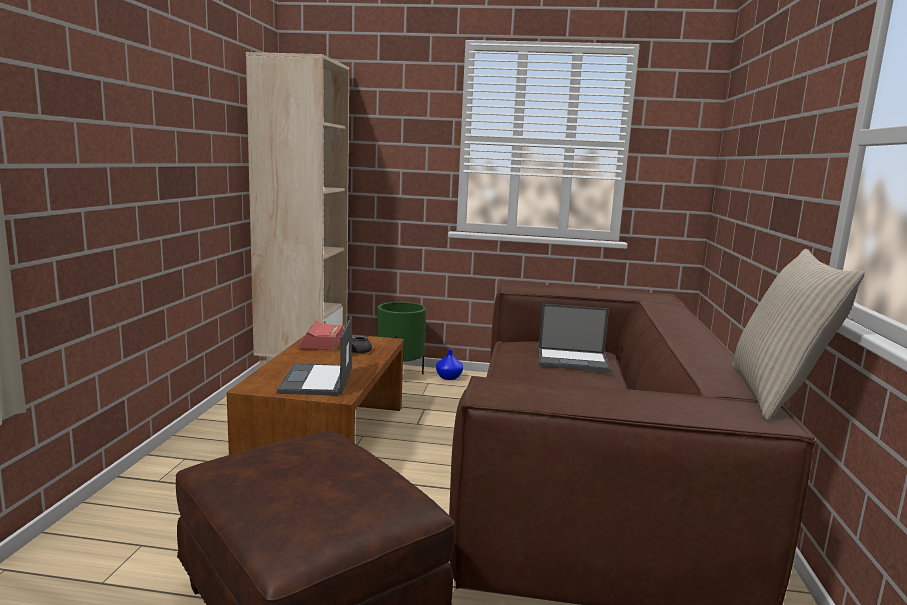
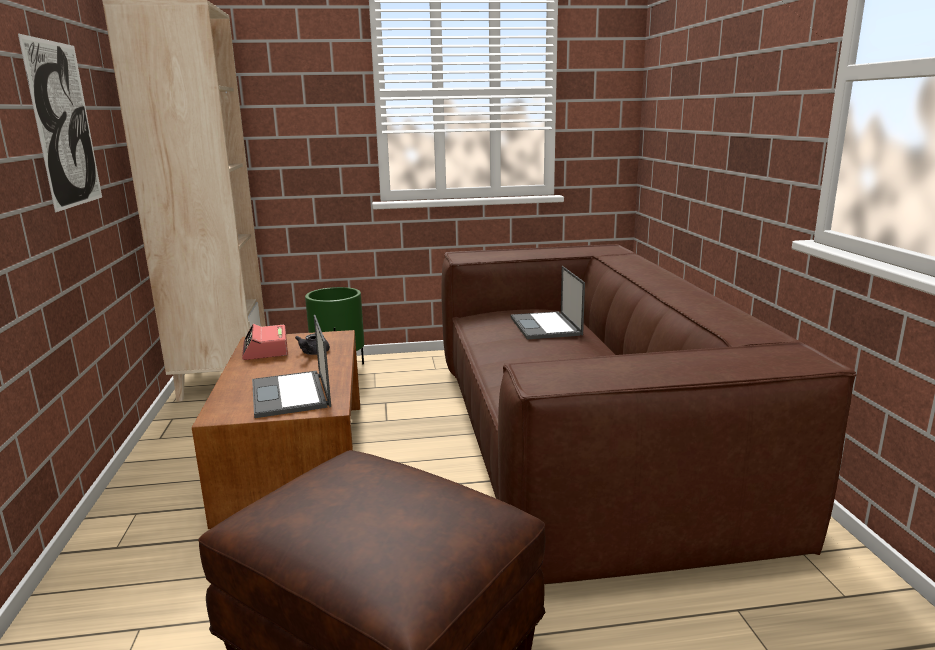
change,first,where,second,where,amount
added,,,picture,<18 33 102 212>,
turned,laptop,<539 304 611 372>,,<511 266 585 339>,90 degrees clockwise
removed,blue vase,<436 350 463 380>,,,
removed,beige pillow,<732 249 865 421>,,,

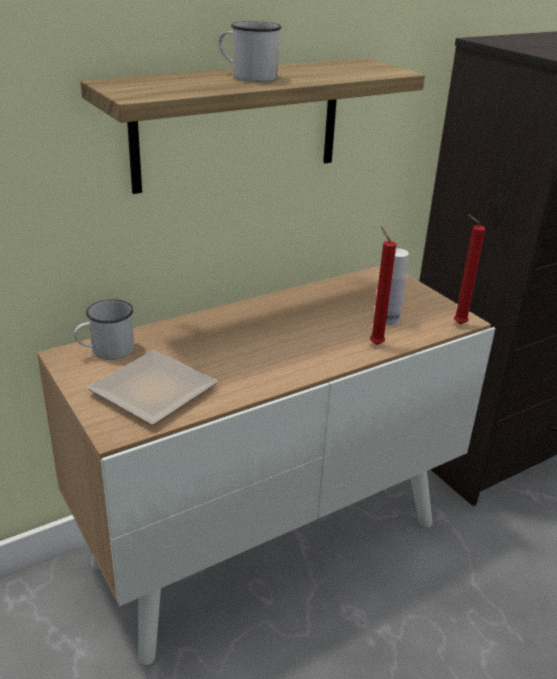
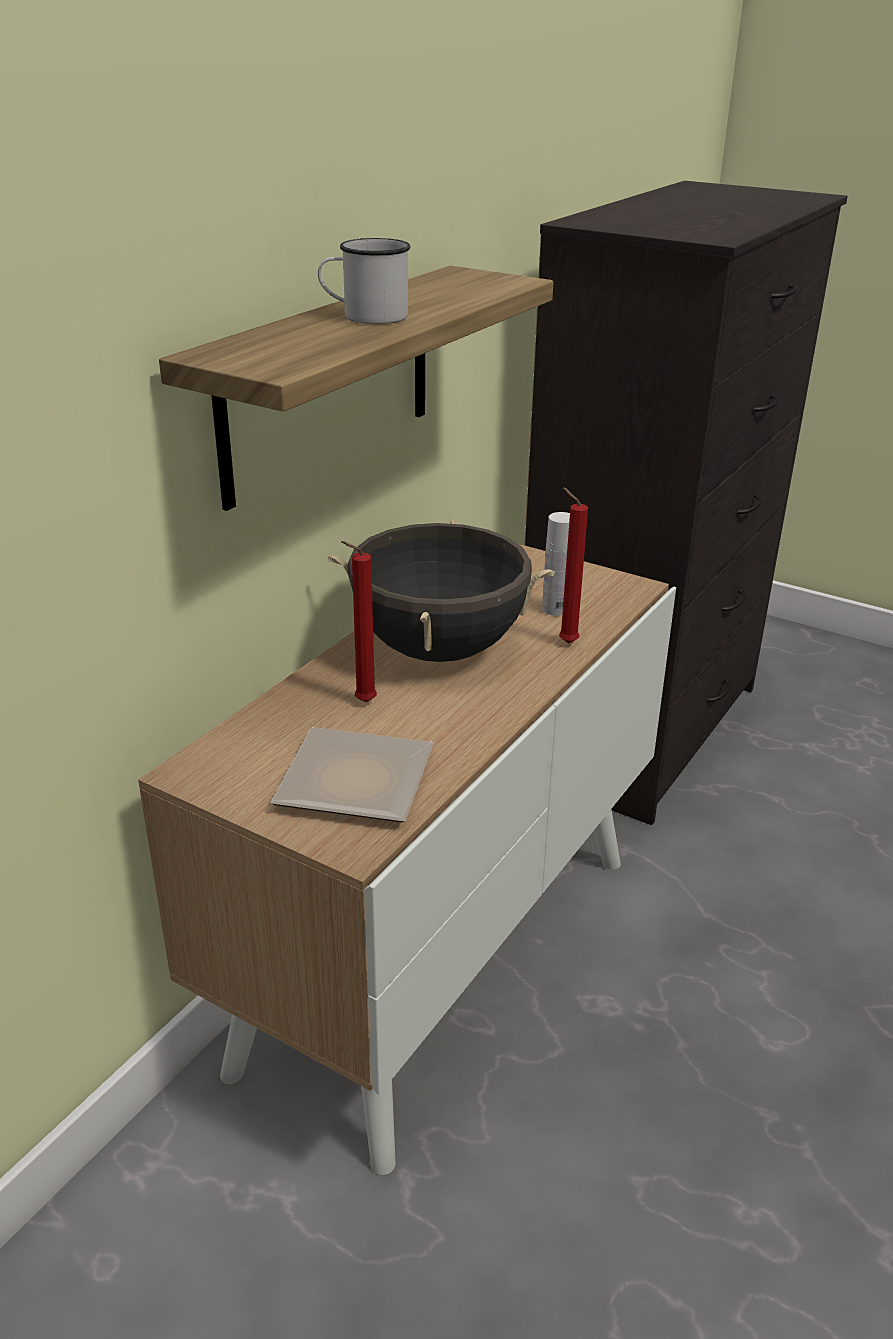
change,first,where,second,where,amount
added,,,black cooking pot,<327 518 555 662>,
moved,red candle,<454 214 485 324>,,<341 541 377 702>,
removed,white mug,<74 299 134 360>,,,

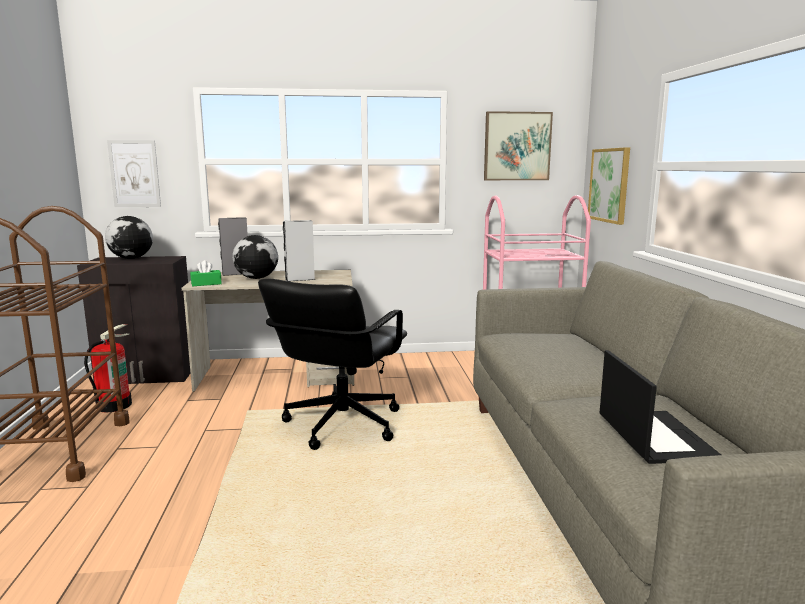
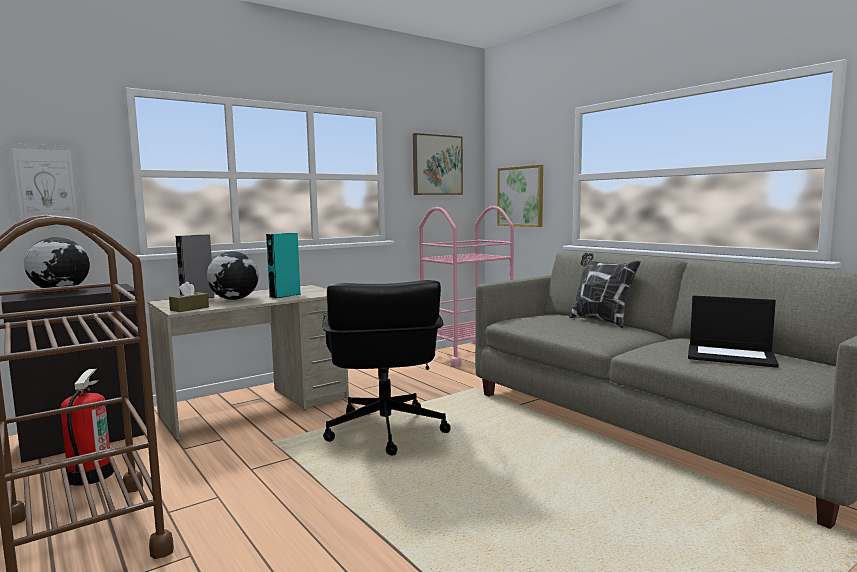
change,first,where,second,where,amount
recoloured,green tissue box,<190 260 222 286>,brown tissue box,<169 281 209 312>,
recoloured,grey speaker,<283 220 315 281>,turquoise speaker,<266 233 301 298>,
added,,,pillow,<569 253 641 328>,
turned,laptop,<600 350 721 464>,,<688 295 779 368>,150 degrees clockwise

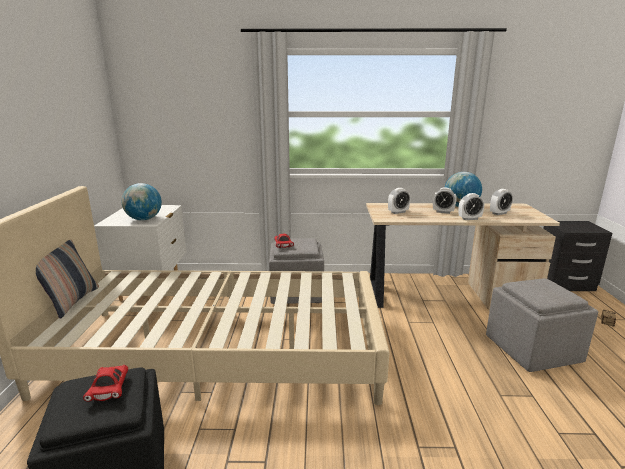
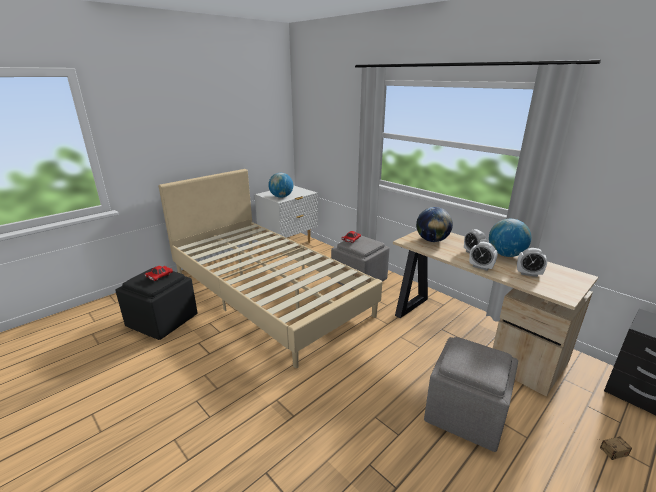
change,first,where,second,where,amount
replaced,alarm clock,<388 188 411 214>,globe,<416 207 453 242>,
removed,pillow,<36 240 99 319>,,,

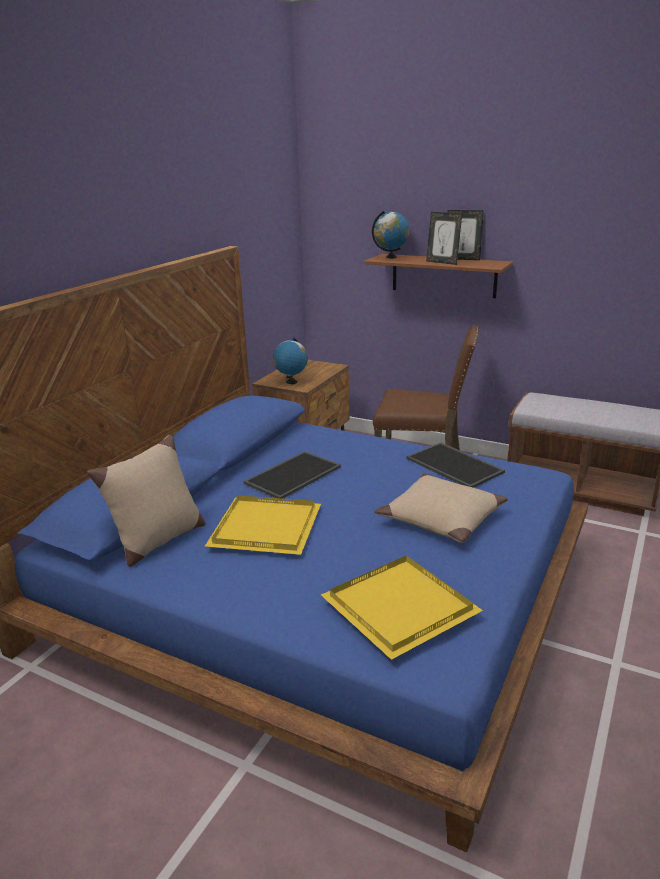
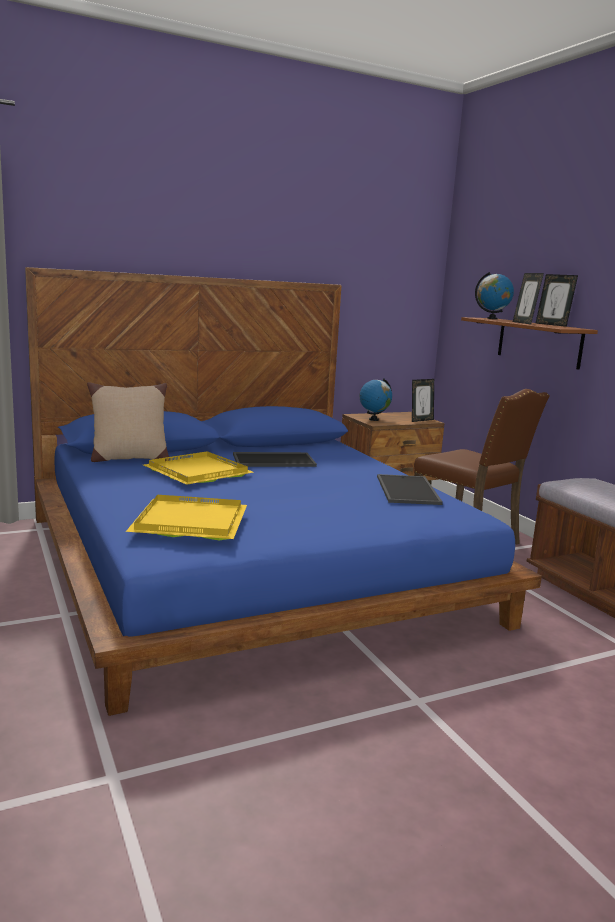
change,first,where,second,where,amount
added,,,picture frame,<412 379 434 422>,
removed,beige pillow,<375 473 508 543>,,,

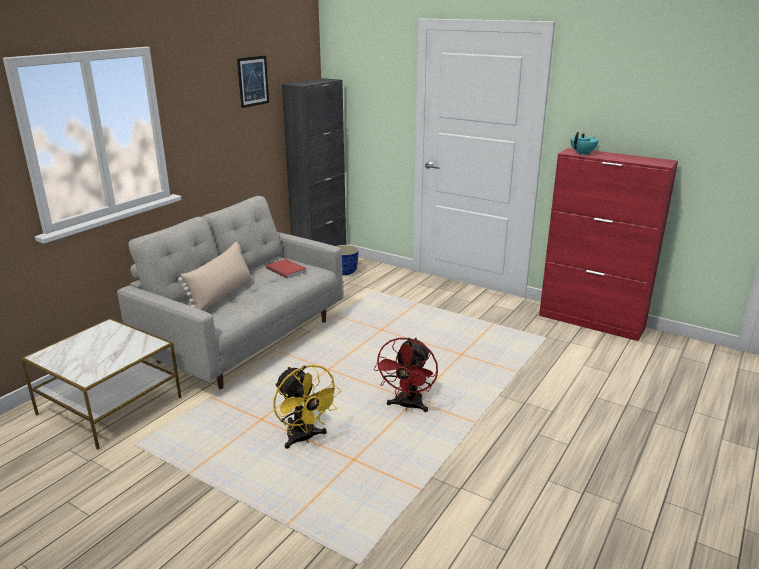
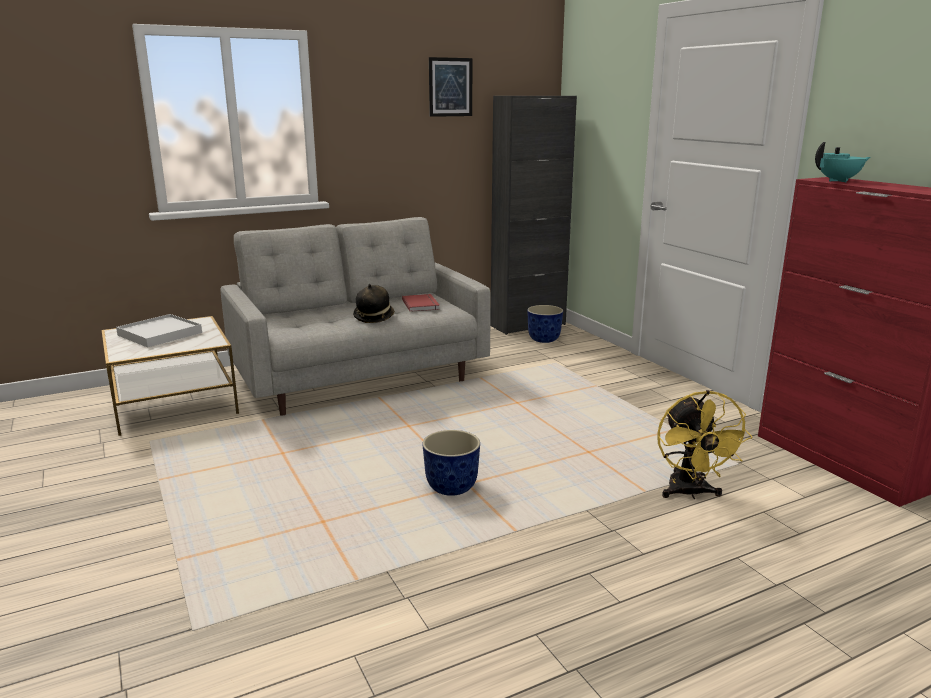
change,first,where,second,where,amount
added,,,white tray,<116 314 202 347>,
added,,,hat,<353 284 395 323>,
replaced,red fan,<374 338 438 412>,planter,<422 430 480 496>,
moved,yellow fan,<273 365 341 449>,,<657 390 753 499>,
removed,beige pillow,<178 242 252 311>,,,

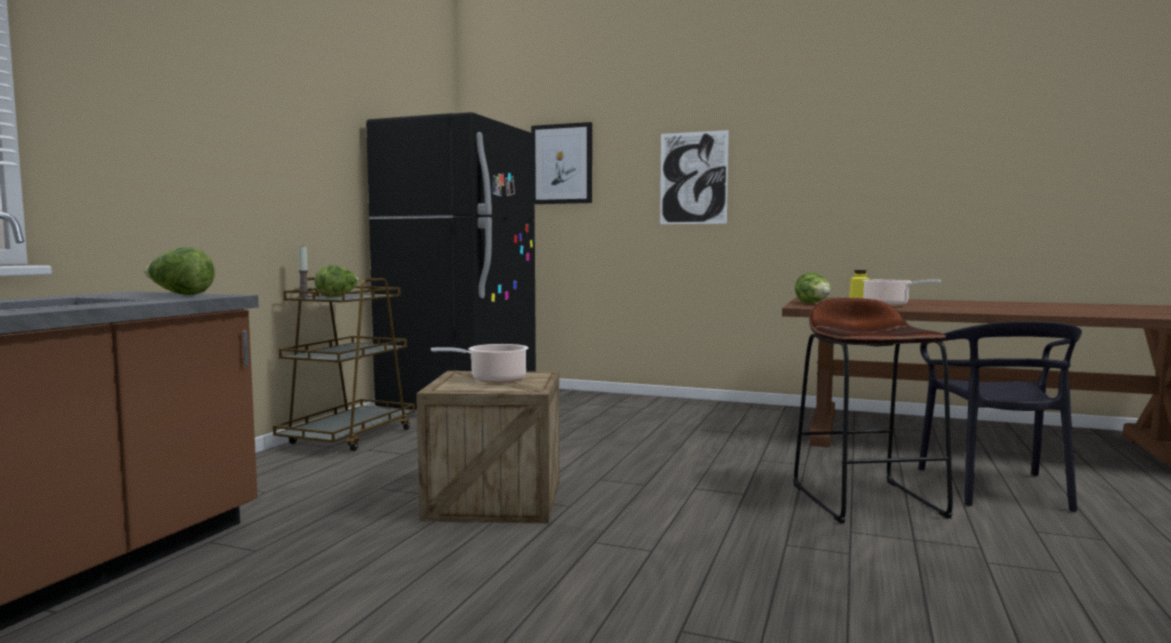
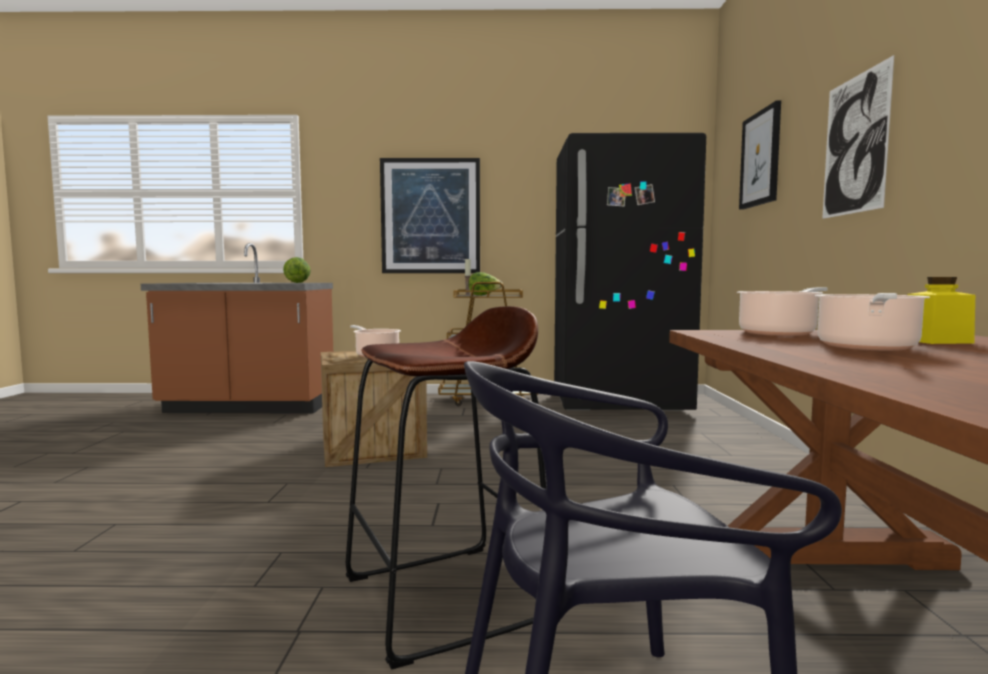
change,first,where,second,where,amount
added,,,picture,<380 158 480 273>,
replaced,lettuce,<795 273 831 303>,cooking pot,<737 287 828 336>,

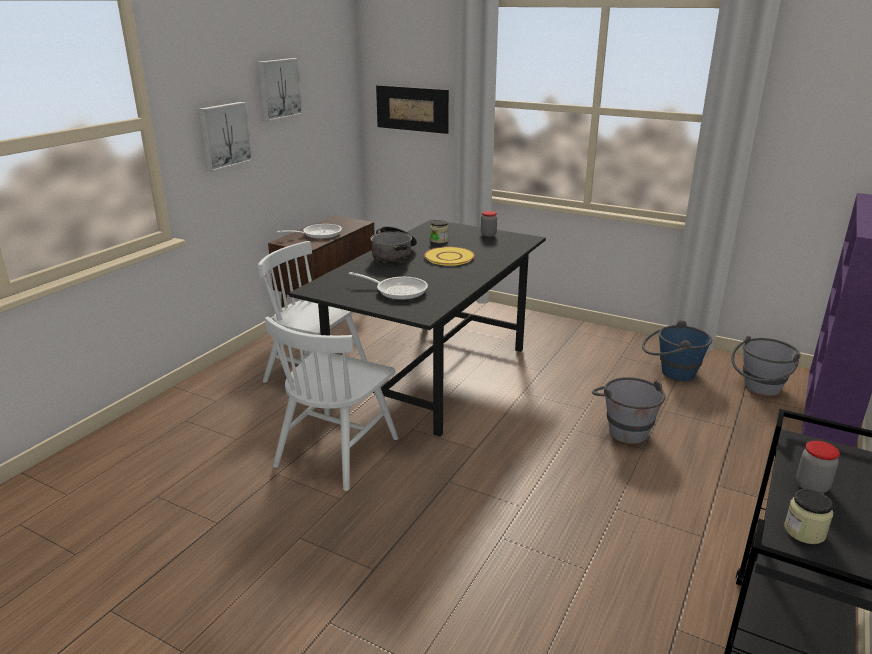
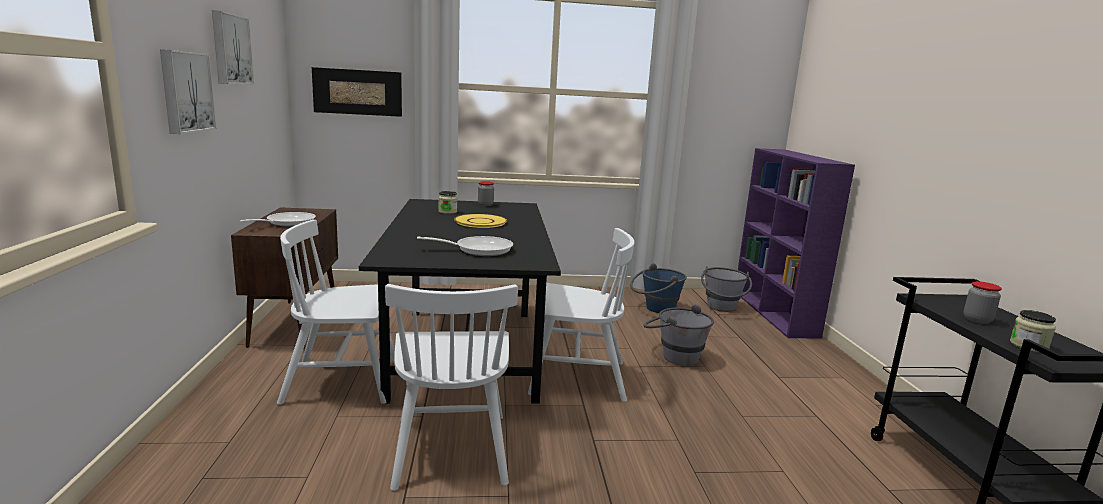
change,first,where,second,where,amount
added,,,white chair,<528 228 634 402>,
removed,cooking pot,<370 226 417 264>,,,

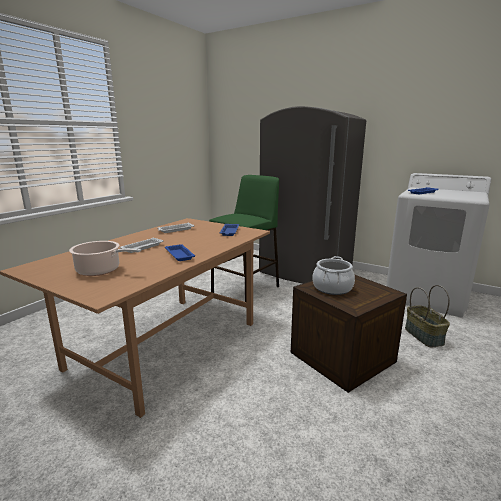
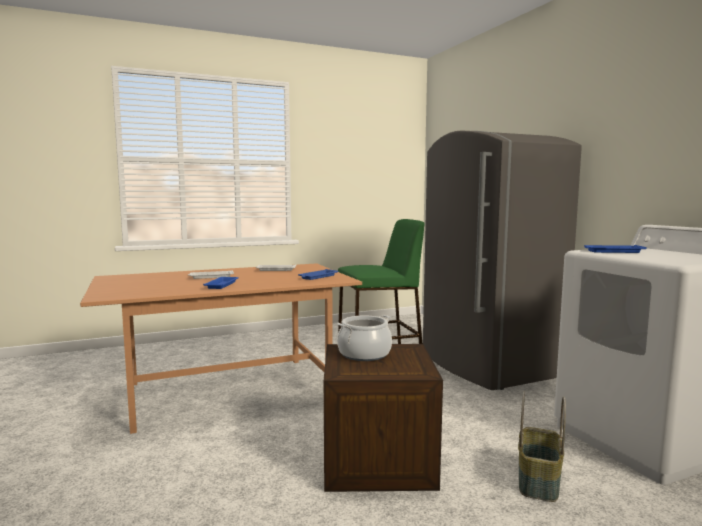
change,first,where,second,where,amount
removed,cooking pot,<69 241 141 276>,,,

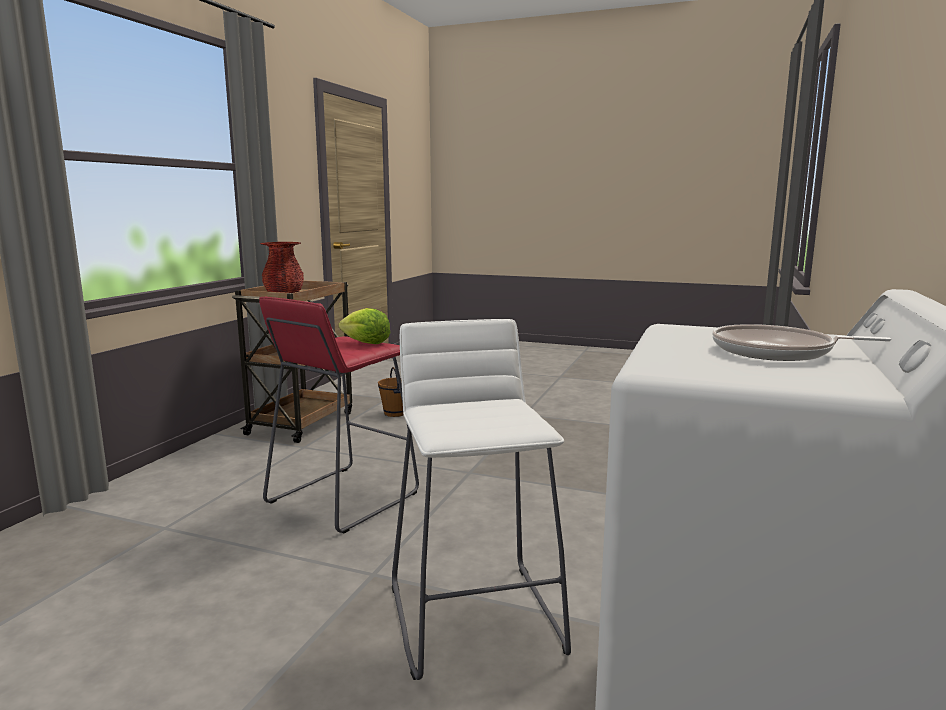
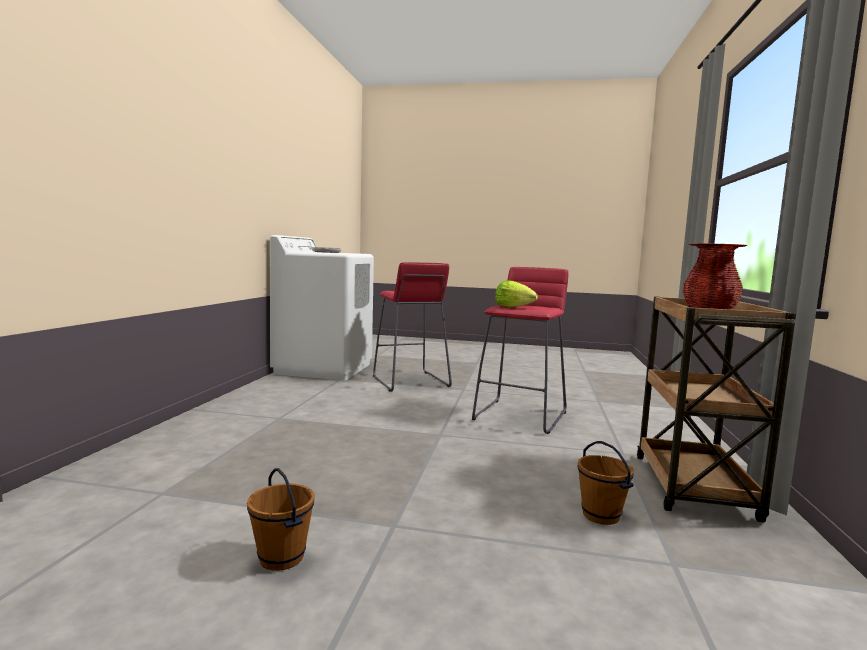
change,first,where,second,where,amount
added,,,brown bucket,<247 468 314 571>,
recoloured,white stool,<392 319 571 680>,red stool,<373 262 452 392>,

